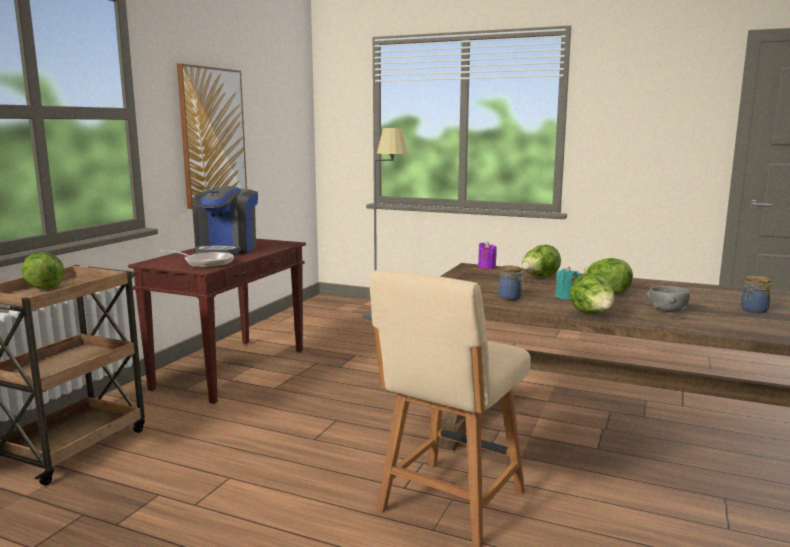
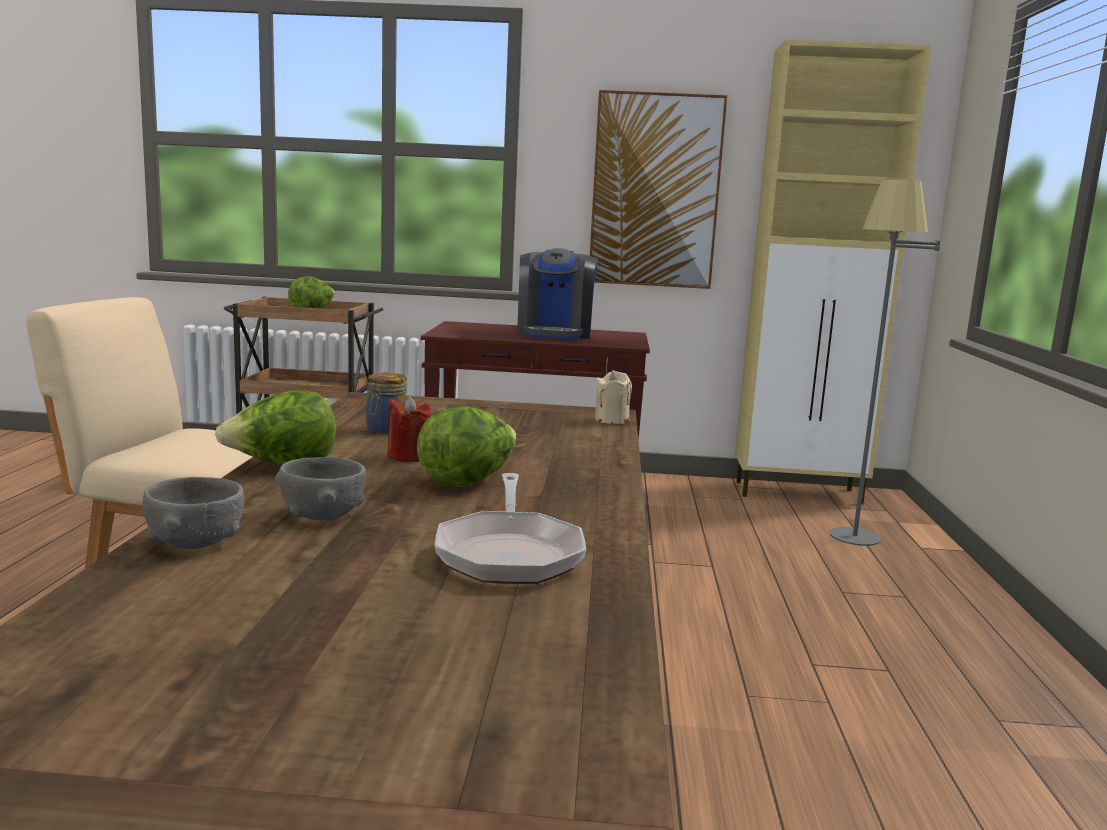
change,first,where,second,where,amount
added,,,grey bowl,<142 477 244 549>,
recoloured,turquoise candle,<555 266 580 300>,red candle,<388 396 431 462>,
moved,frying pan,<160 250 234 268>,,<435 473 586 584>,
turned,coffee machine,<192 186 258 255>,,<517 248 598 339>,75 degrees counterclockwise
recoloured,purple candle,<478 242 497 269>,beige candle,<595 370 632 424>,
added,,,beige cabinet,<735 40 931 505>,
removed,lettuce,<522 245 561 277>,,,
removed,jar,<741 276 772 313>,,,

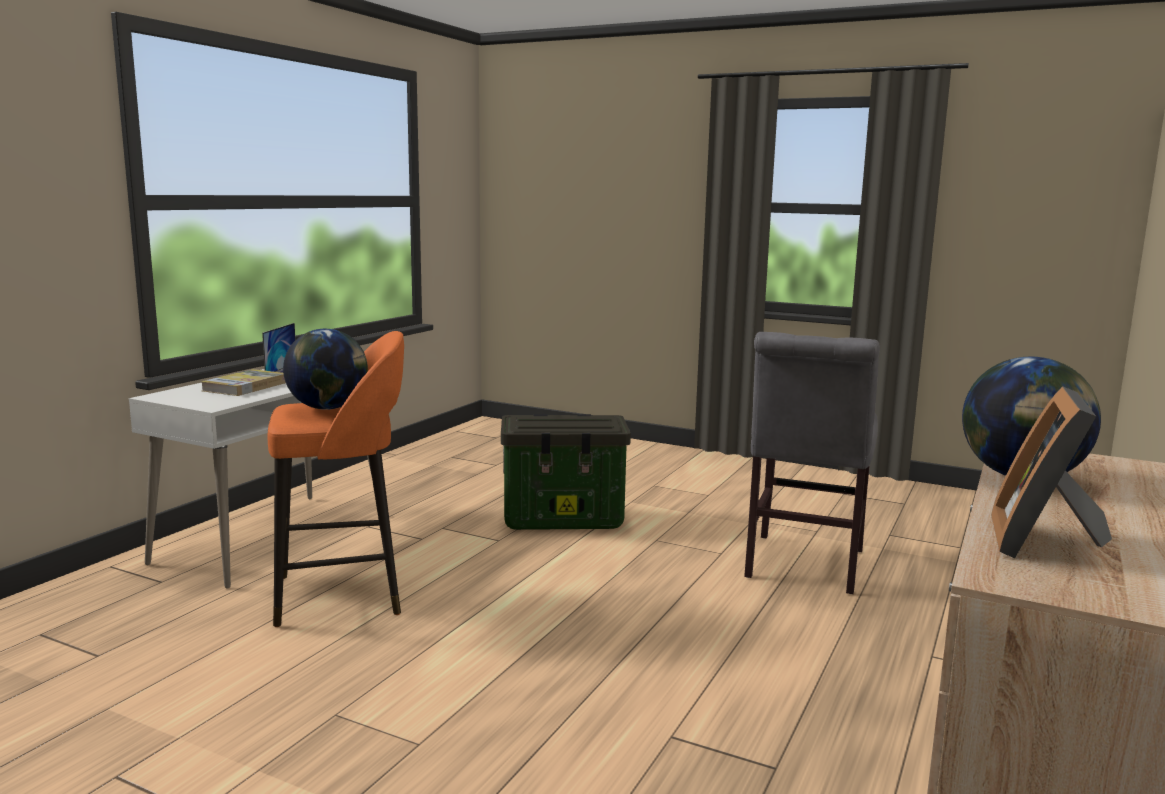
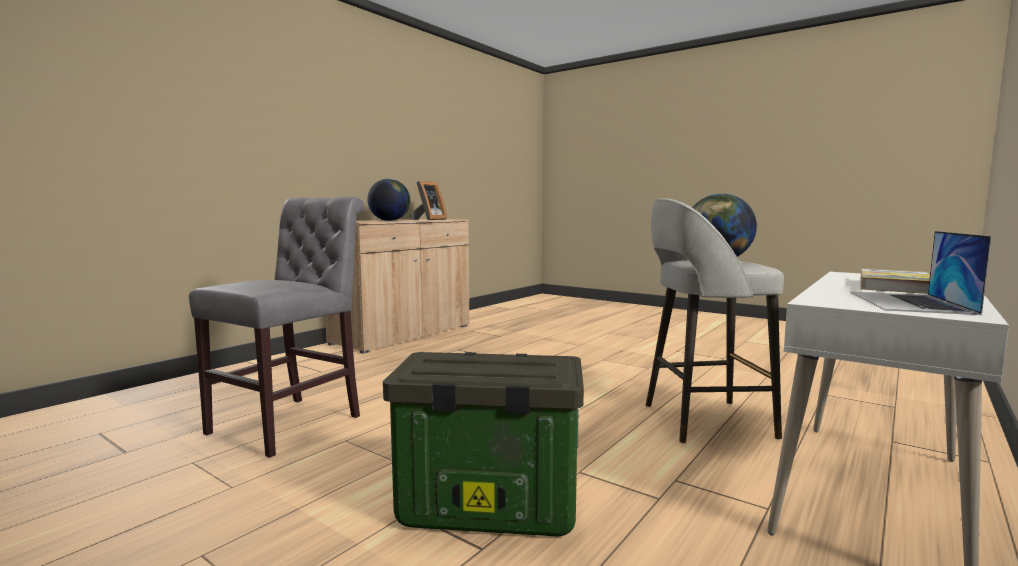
change,first,where,second,where,amount
recoloured,orange stool,<268 331 404 627>,grey stool,<646 198 784 444>,

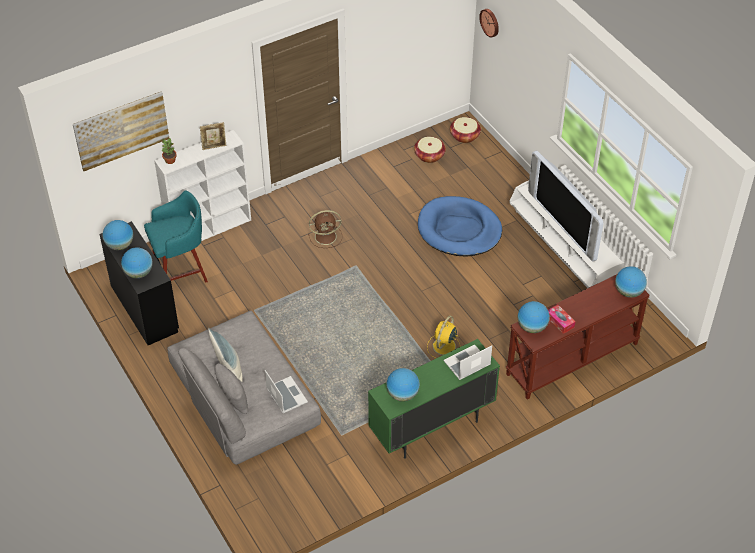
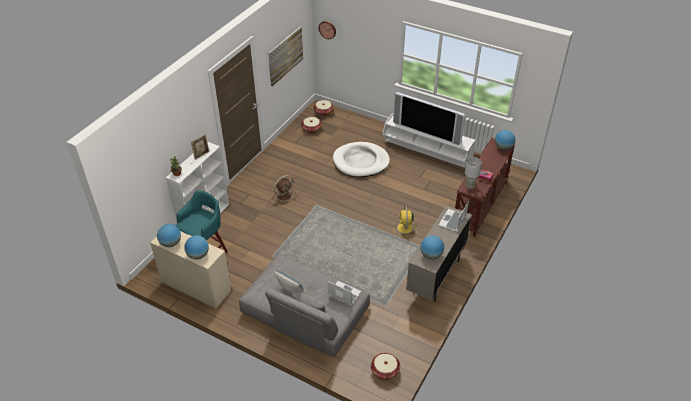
change,first,where,second,where,amount
recoloured,black desk,<99 221 179 345>,beige desk,<150 231 231 308>,
moved,picture,<73 92 169 171>,,<268 26 303 86>,
recoloured,blue dog bed,<418 196 502 257>,white dog bed,<333 142 390 177>,
added,,,basket,<371 353 400 380>,
recoloured,green cabinet,<368 339 500 459>,beige cabinet,<406 205 472 302>,
replaced,globe,<518 301 550 333>,grey table lamp,<465 157 482 189>,

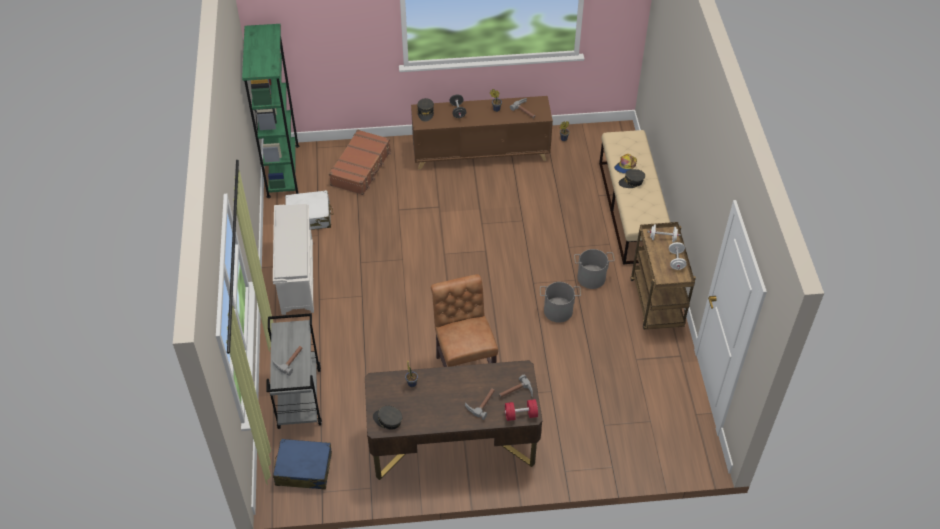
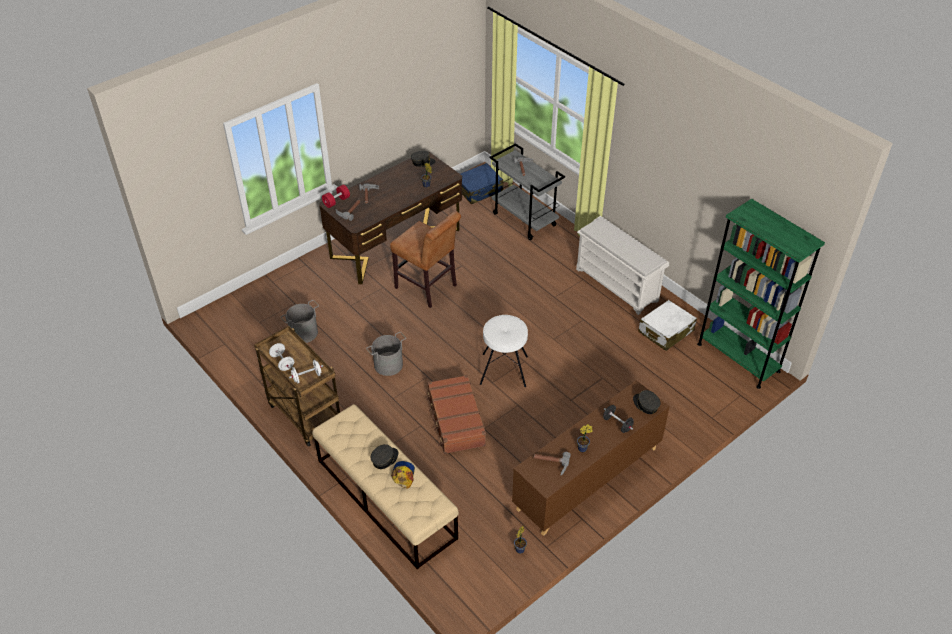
change,first,where,second,where,amount
moved,grey bucket,<574 249 615 289>,,<280 300 319 343>,
moved,brown suitcase,<329 129 391 195>,,<426 375 486 454>,
added,,,white stool,<480 315 528 387>,

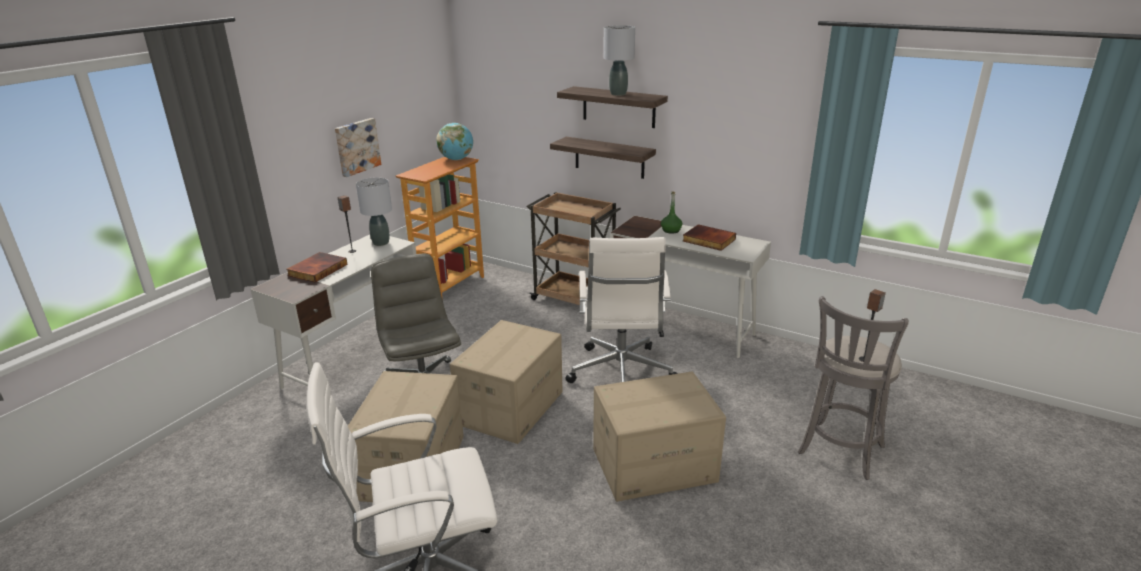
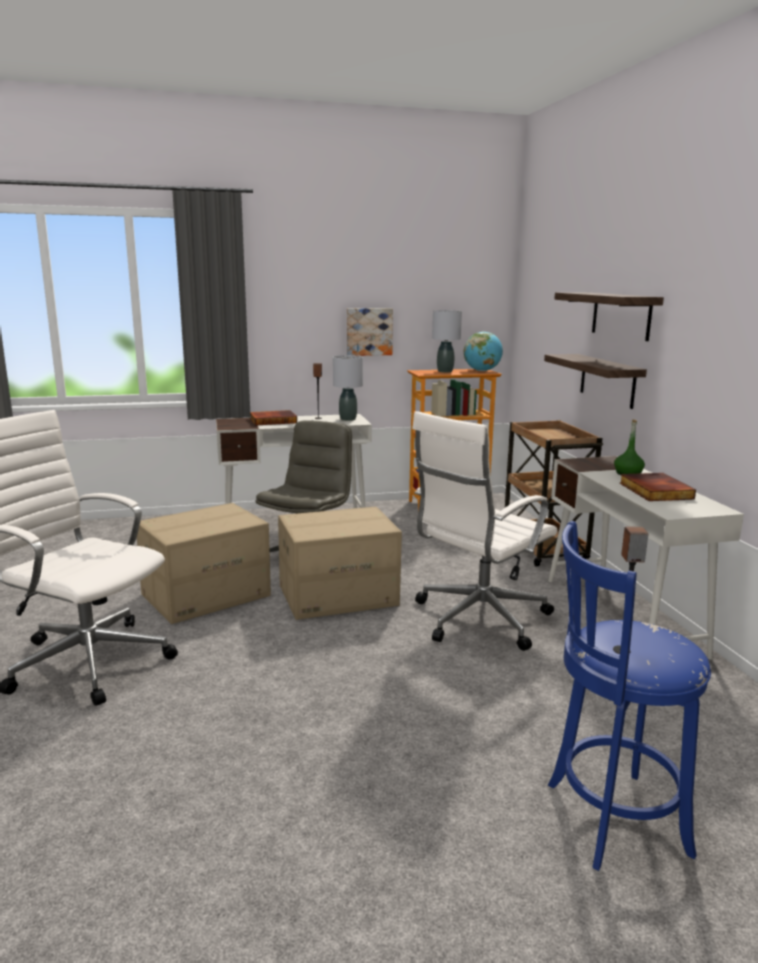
change,first,where,second,where,amount
moved,grey table lamp,<604 25 635 96>,,<432 310 462 372>,
recoloured,grey stool,<798 296 909 480>,blue stool,<548 521 711 871>,
removed,cardboard box,<593 372 726 502>,,,

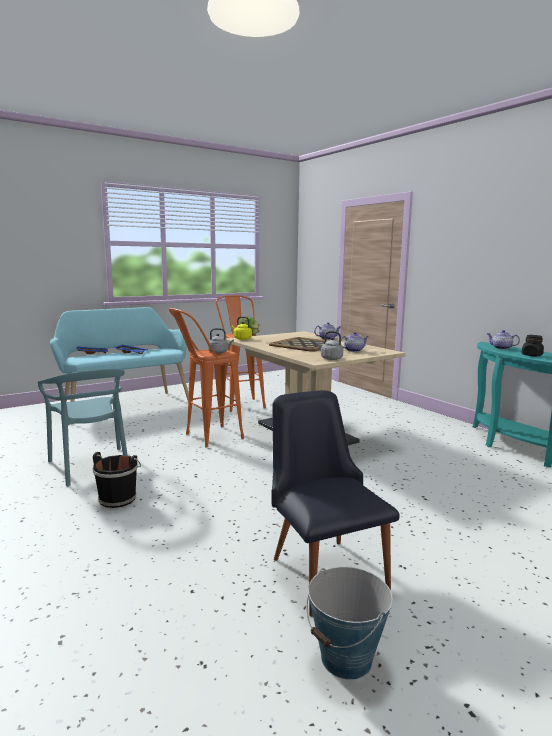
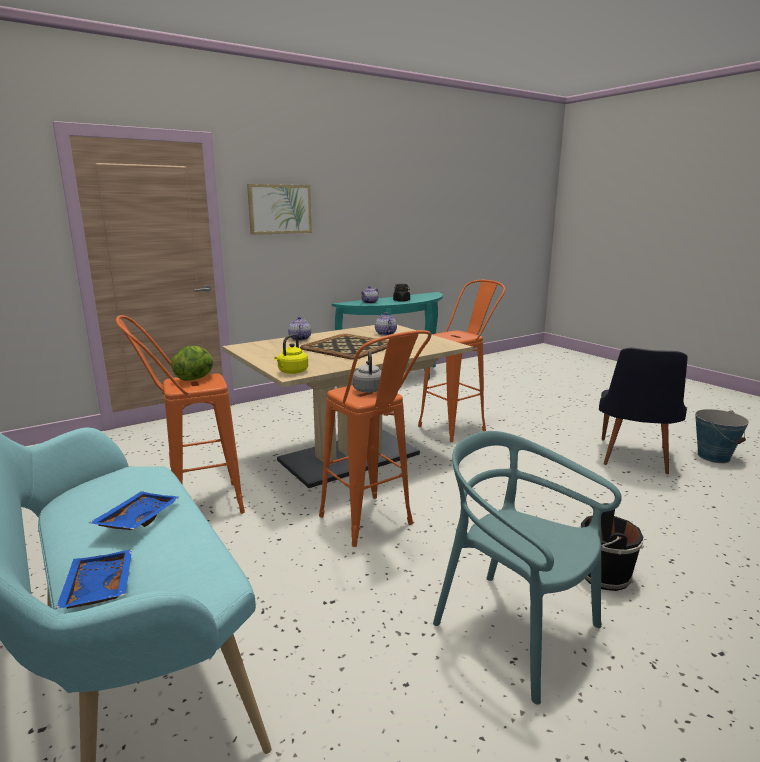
change,first,where,second,where,amount
added,,,picture,<247 184 312 235>,
added,,,orange stool,<418 280 505 442>,
turned,turquoise chair,<38 369 128 486>,,<433 431 622 705>,105 degrees counterclockwise
turned,black chair,<272 390 400 617>,,<599 348 688 474>,45 degrees counterclockwise
removed,grey kettle,<317 331 343 360>,,,

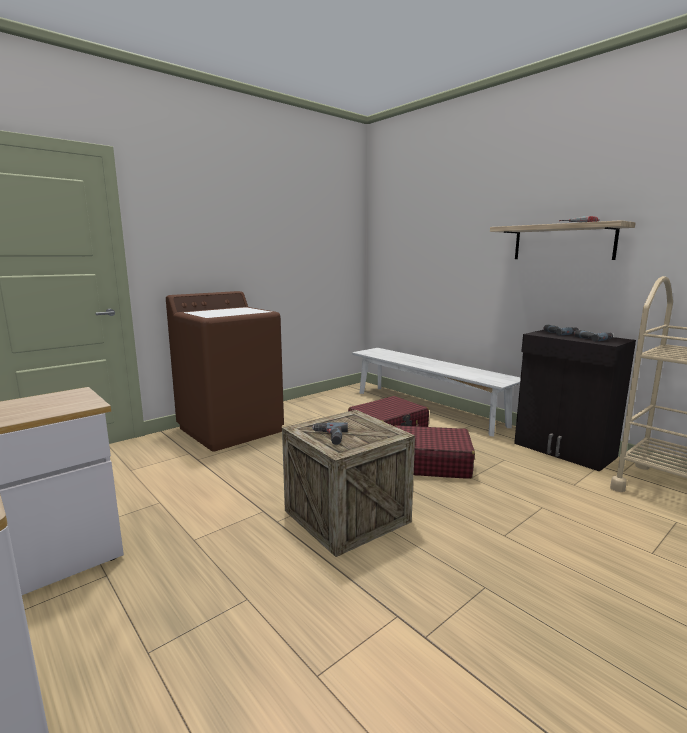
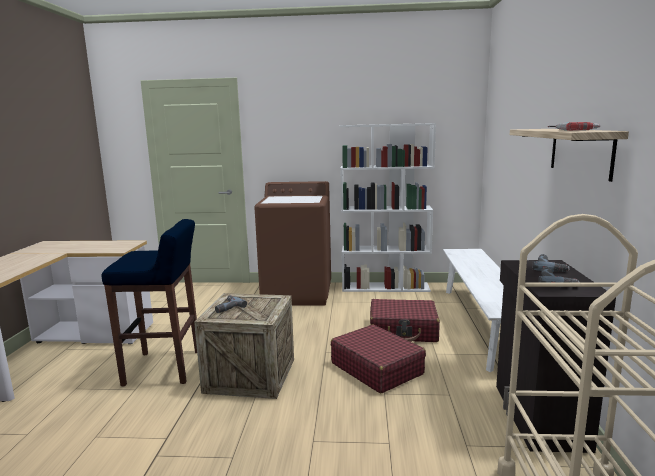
change,first,where,second,where,amount
added,,,blue stool,<102 219 197 386>,
added,,,white bookcase,<340 123 436 292>,

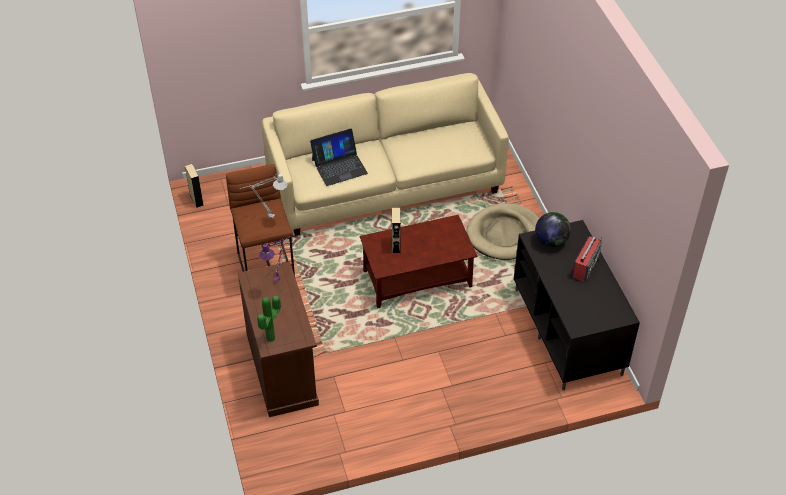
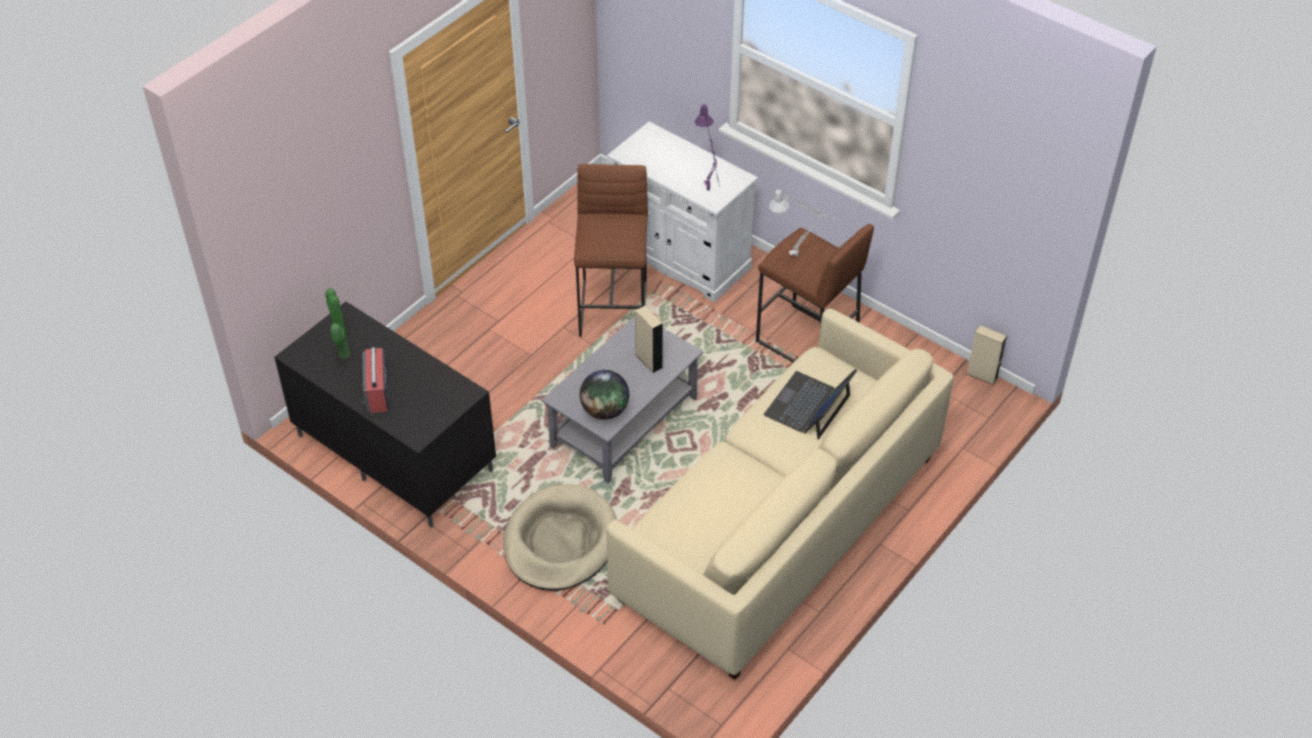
change,first,where,second,where,amount
moved,potted plant,<257 295 281 342>,,<325 288 350 359>,
recoloured,brown coffee table,<360 215 478 308>,grey coffee table,<541 316 703 484>,
added,,,brown stool,<574 164 648 337>,
moved,globe,<535 212 571 247>,,<580 370 629 420>,
recoloured,brown cabinet,<238 262 319 417>,white cabinet,<607 122 758 302>,

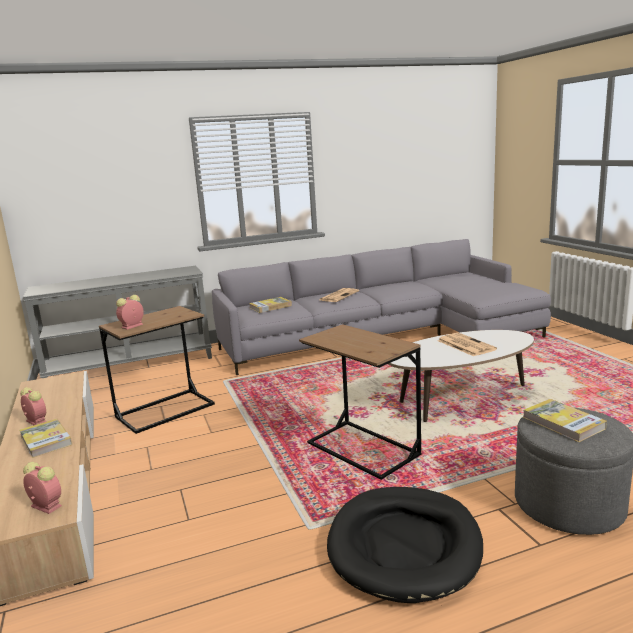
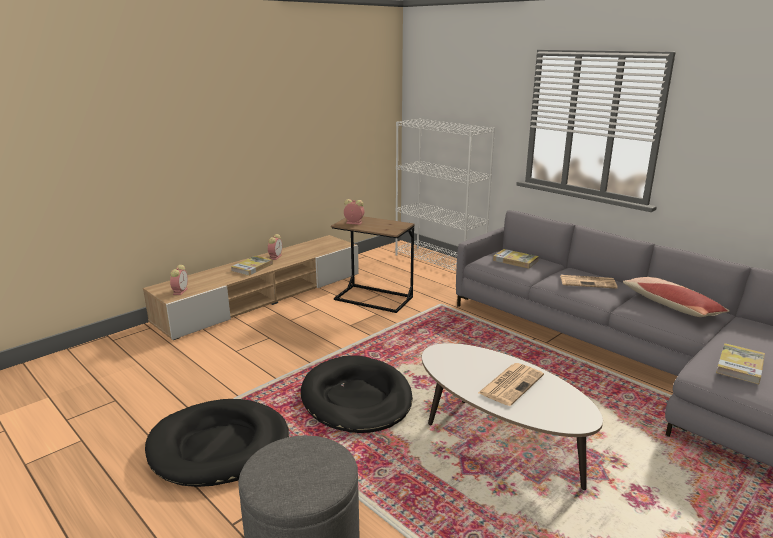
change,first,where,second,where,amount
replaced,brown side table,<299 324 421 480>,black dog bed,<301 355 413 433>,
replaced,grey console table,<23 266 212 379>,white bookcase,<395 118 495 271>,
added,,,pillow,<623 277 730 317>,
moved,book,<523 399 607 442>,,<716 343 765 384>,

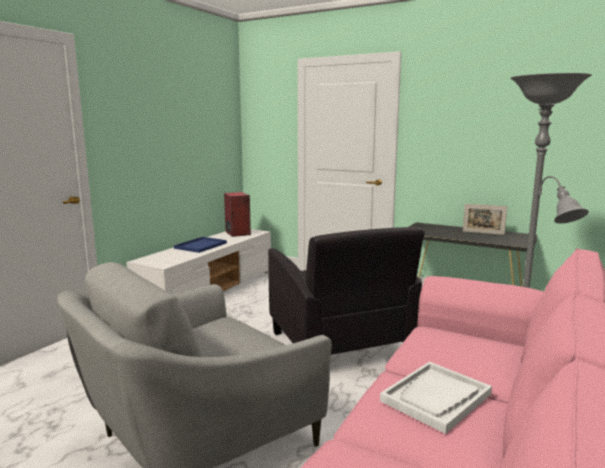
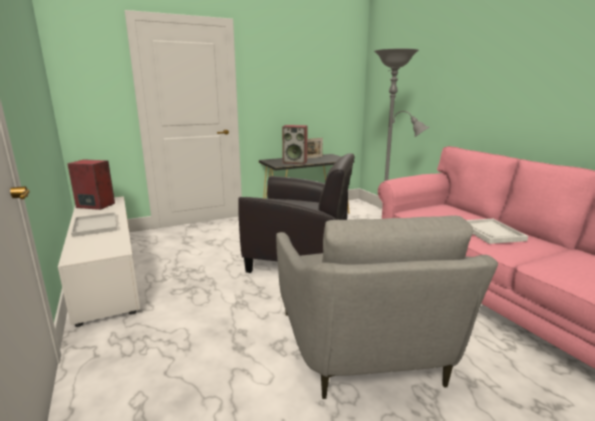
change,first,where,second,where,amount
recoloured,blue tray,<174 237 227 253>,white tray,<71 212 117 237>,
added,,,speaker,<282 125 308 164>,

